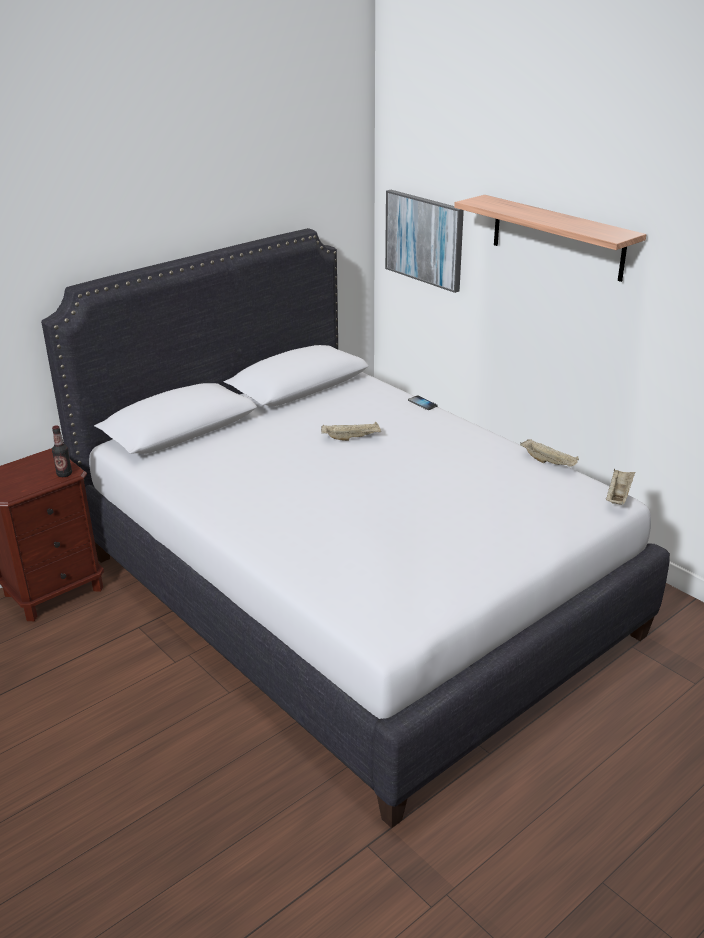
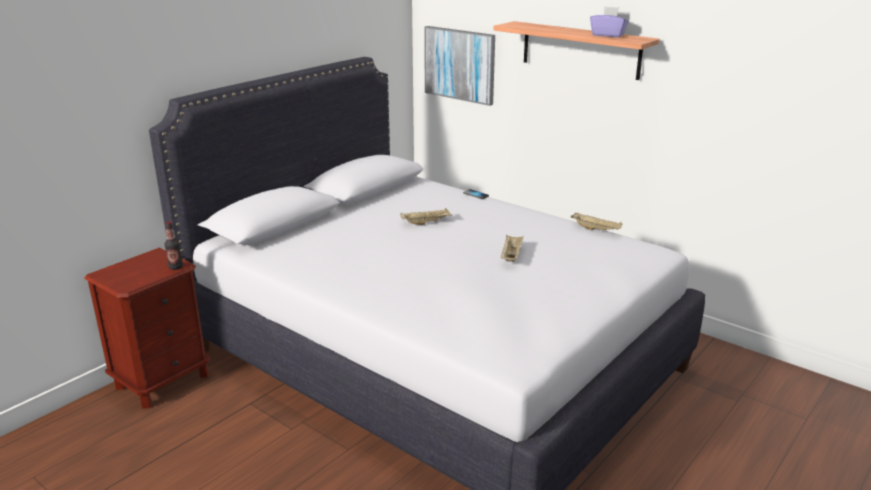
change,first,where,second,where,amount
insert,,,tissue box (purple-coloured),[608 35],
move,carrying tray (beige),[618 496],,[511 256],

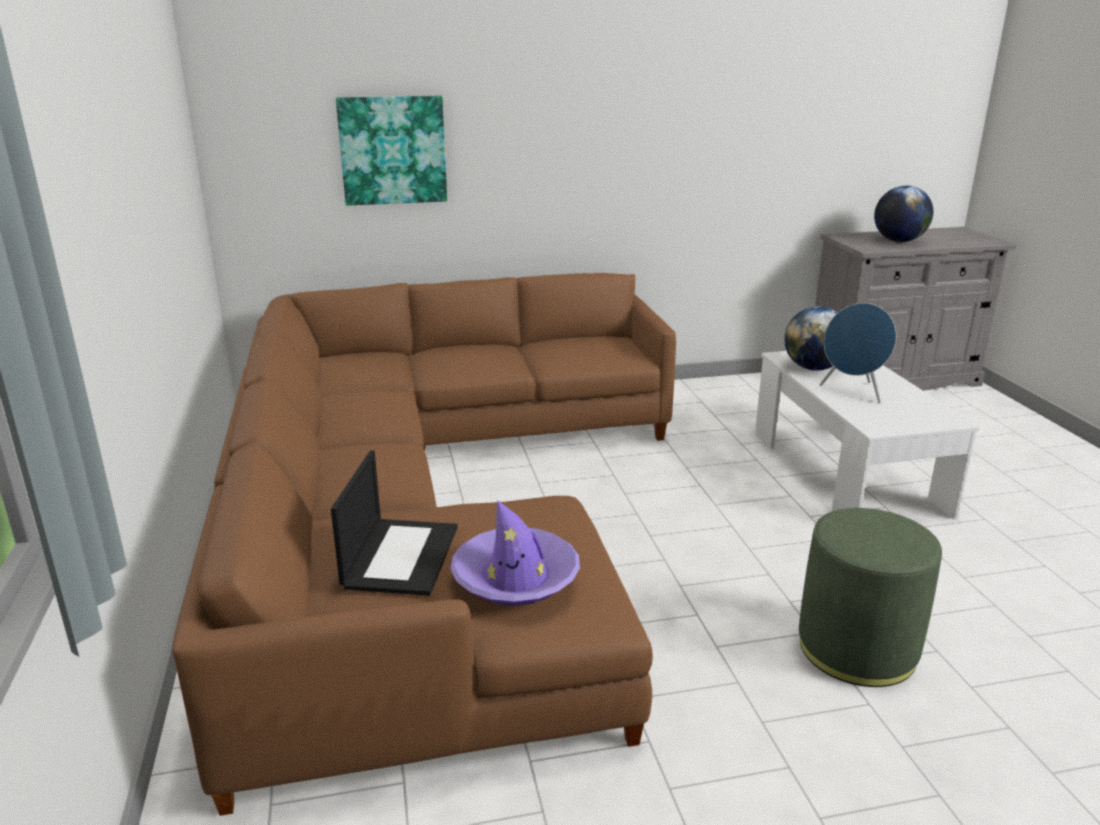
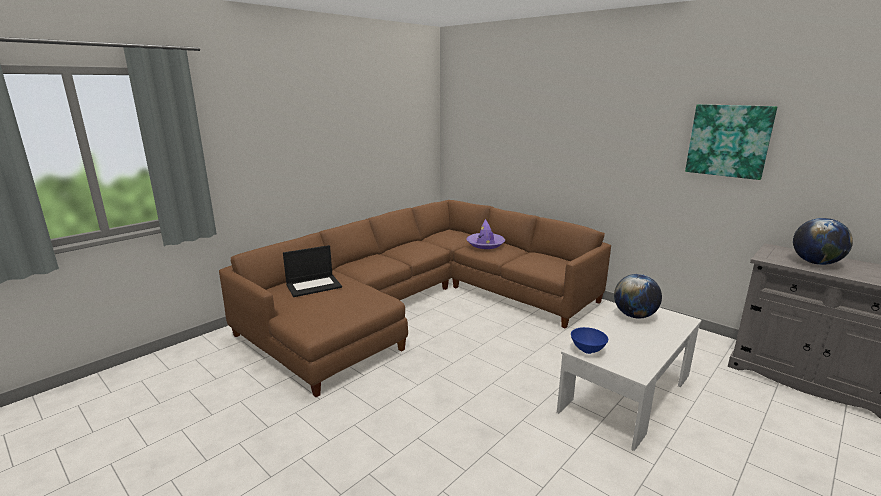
change,first,where,second,where,amount
delete,pouffe (green),[857 648],,,
delete,speaker (blue),[853 392],,,
insert,,,bowl (blue),[587 351],
move,wall picture,[393 150],,[728 141],
move,hat (purple-coloured),[516 577],,[485 244],

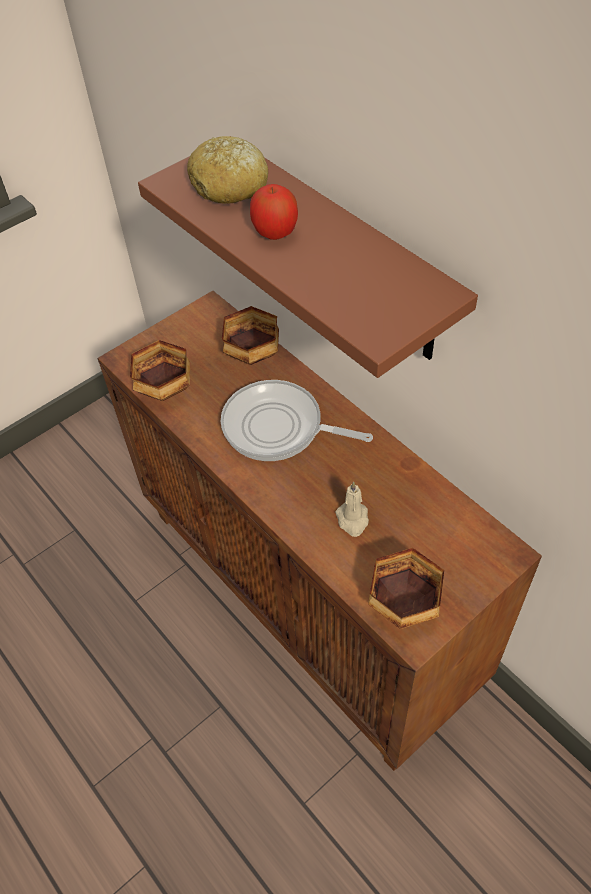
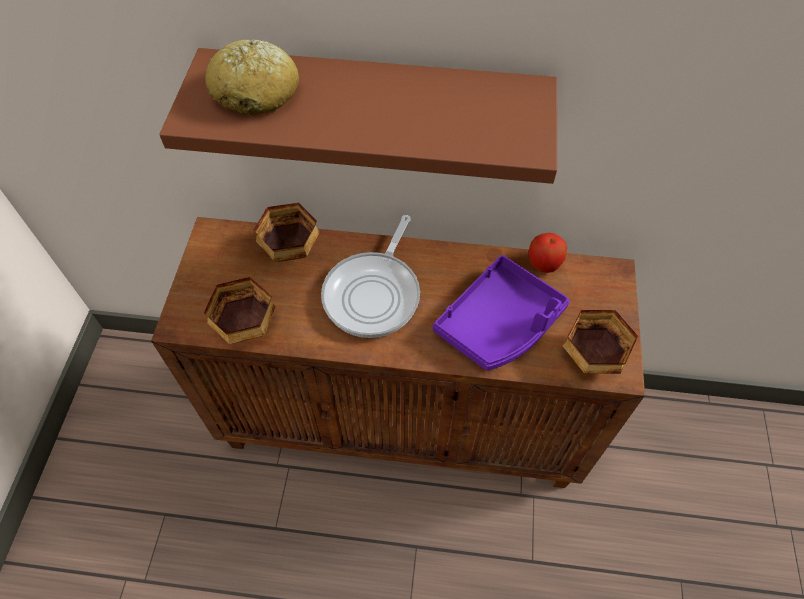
change,first,where,second,where,amount
move,whole apple,[275 232],,[544 264],
replace,candle (beige),[352 520],carrying tray (purple-coloured),[500 323],
rotate,skillet,[278 428],,[374 293],45 degrees counterclockwise

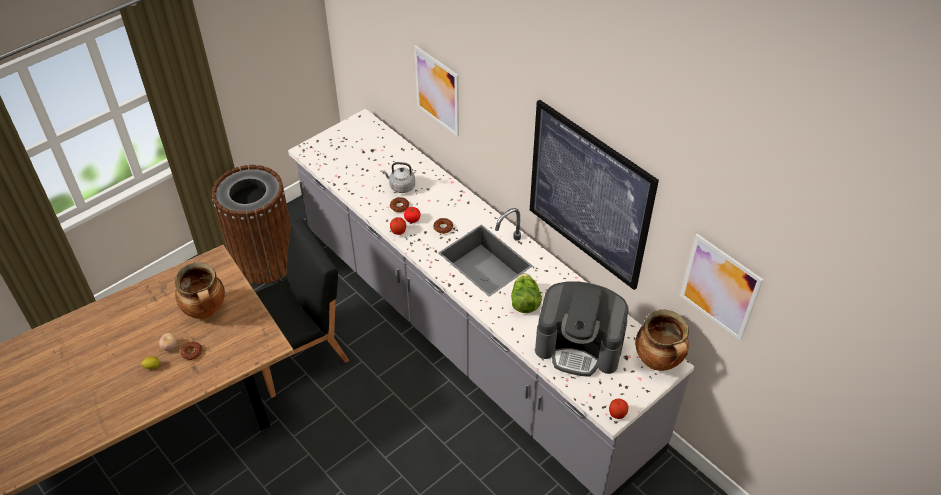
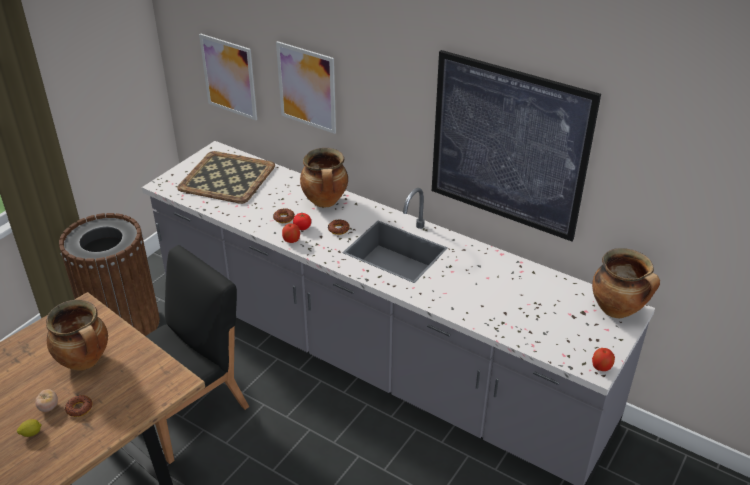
change,first,where,second,where,amount
delete,kettle (gray),[401 186],,,
delete,lettuce head,[524 302],,,
delete,coffee maker,[579 345],,,
insert,,,carrying tray,[226 178],
insert,,,cooking pot,[325 202],
move,wall picture,[720 287],,[229 77],

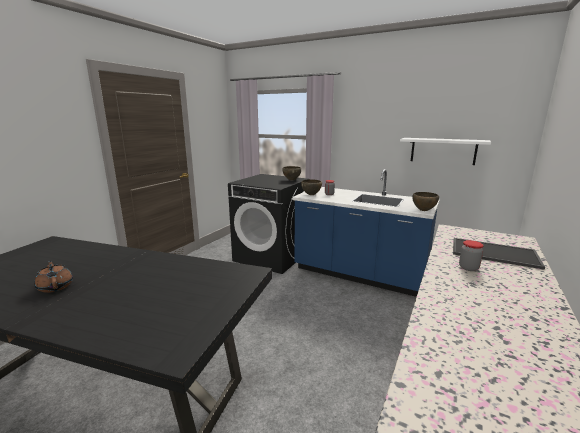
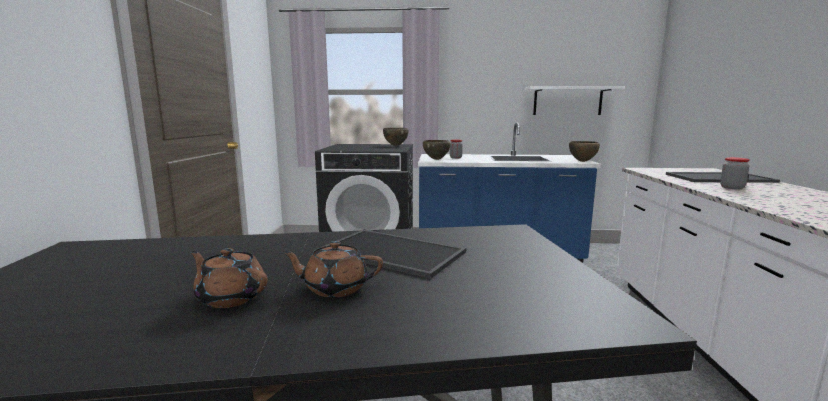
change,first,where,second,where,amount
insert,,,pot for tea (brownish),[335 288],
insert,,,carrying tray,[394 252],

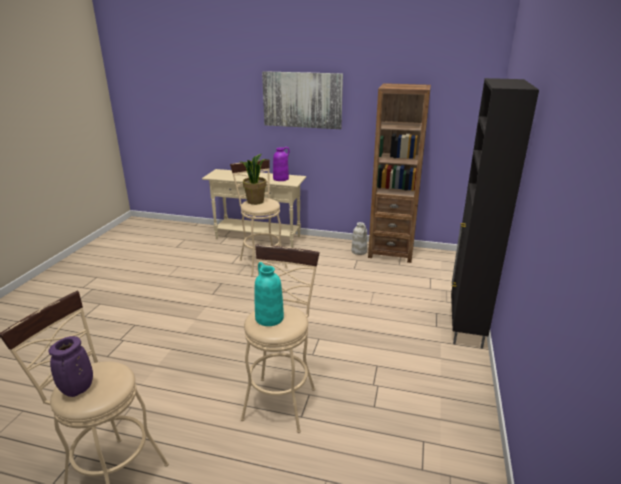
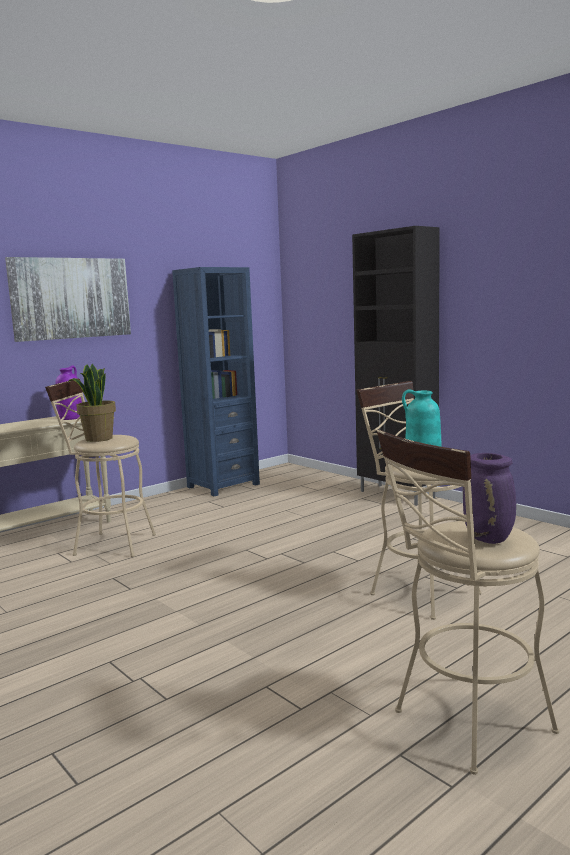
change,first,where,second,where,amount
delete,flower vase (white),[359 251],,,
recolor,bookshelf (brownish),[391 252],bookshelf (blue),[223 486],

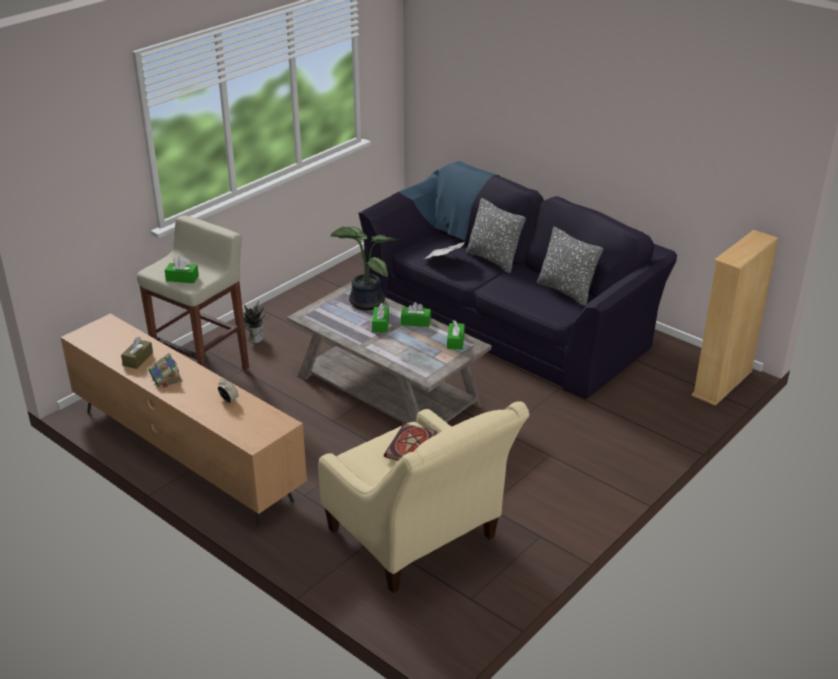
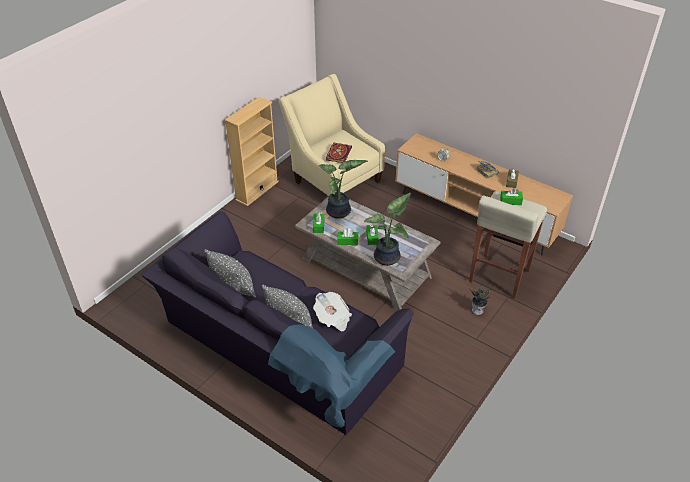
change,first,where,second,where,amount
insert,,,plant in a pot,[339 212],
move,bookshelf (beige),[722 383],,[257 190],

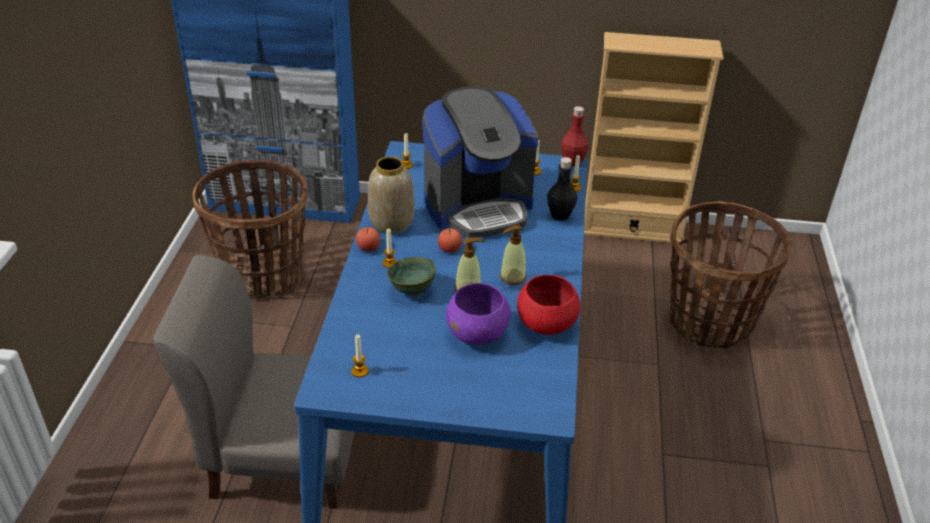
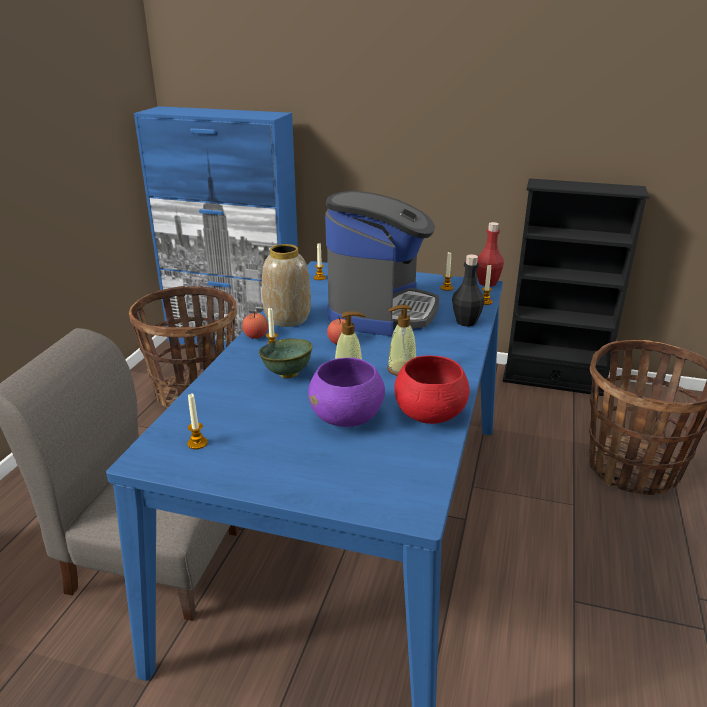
change,first,where,second,where,amount
recolor,bookshelf (beige),[631 229],bookshelf (black),[553 380],
rotate,coffee maker,[478 206],,[381 311],60 degrees counterclockwise

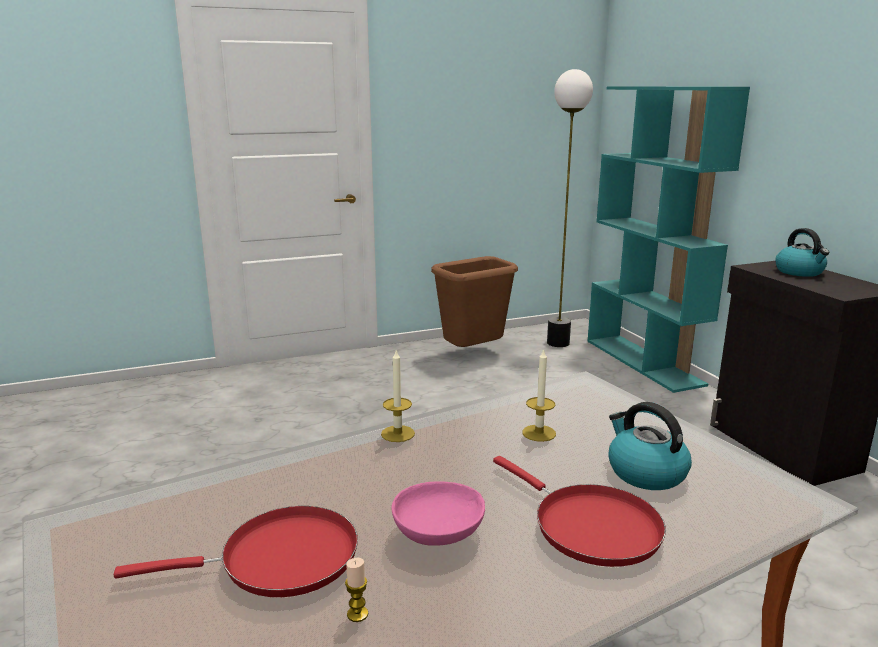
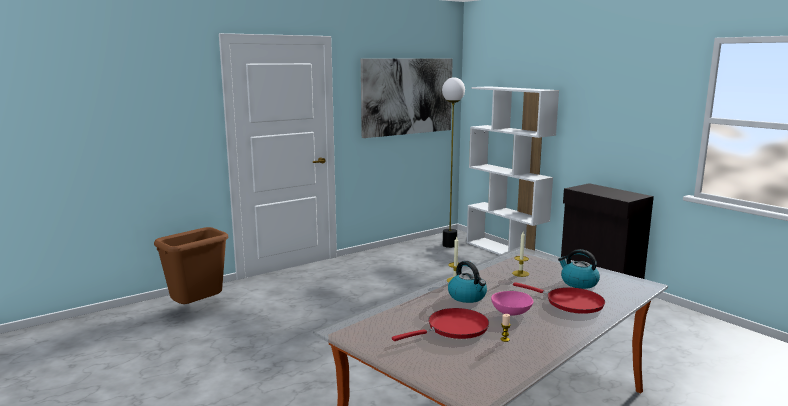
change,first,where,second,where,amount
insert,,,wall picture,[407 96],
move,waste bin (brownish),[473 354],,[198 308],
move,kettle,[800 272],,[467 297],
recolor,bookshelf (turquoise-coloured),[644 362],bookshelf (white),[505 251],

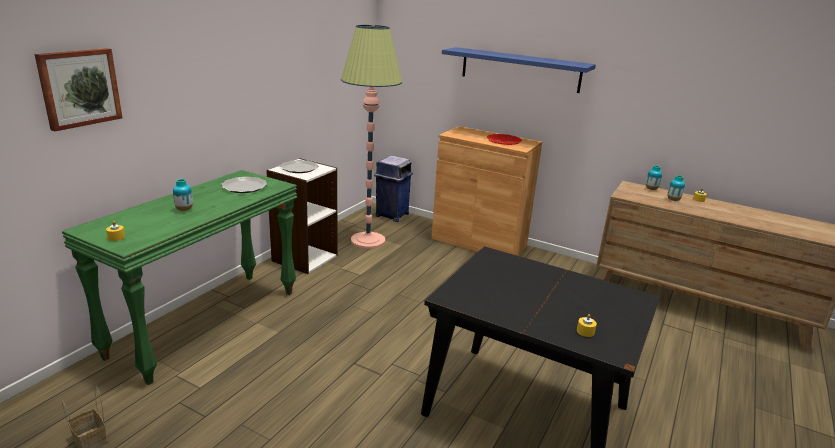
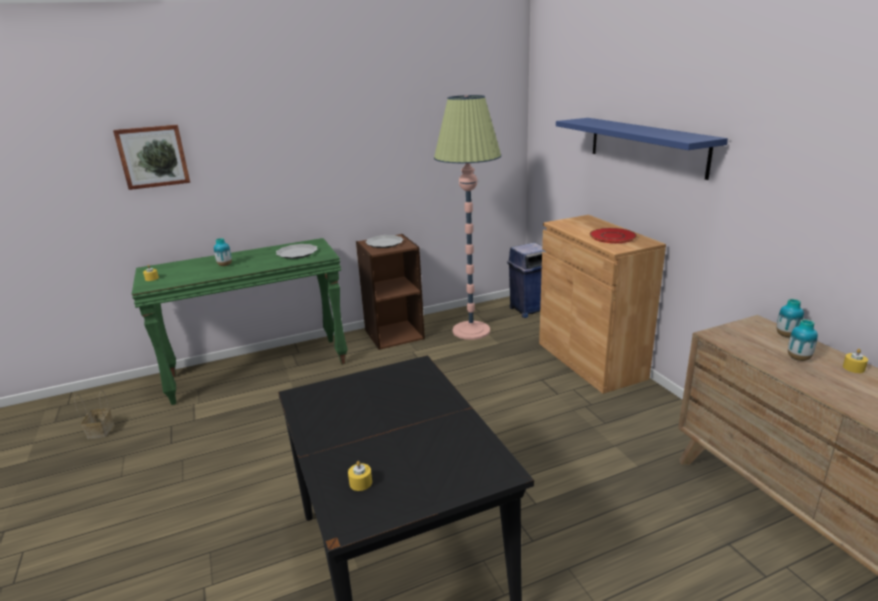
change,first,where,second,where,amount
recolor,bookshelf (white),[304 258],bookshelf (brownish),[394 334],

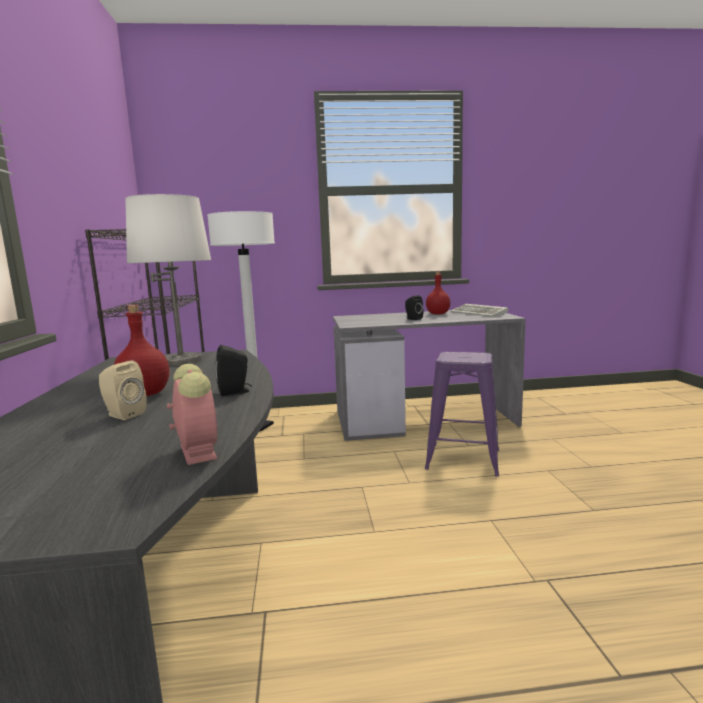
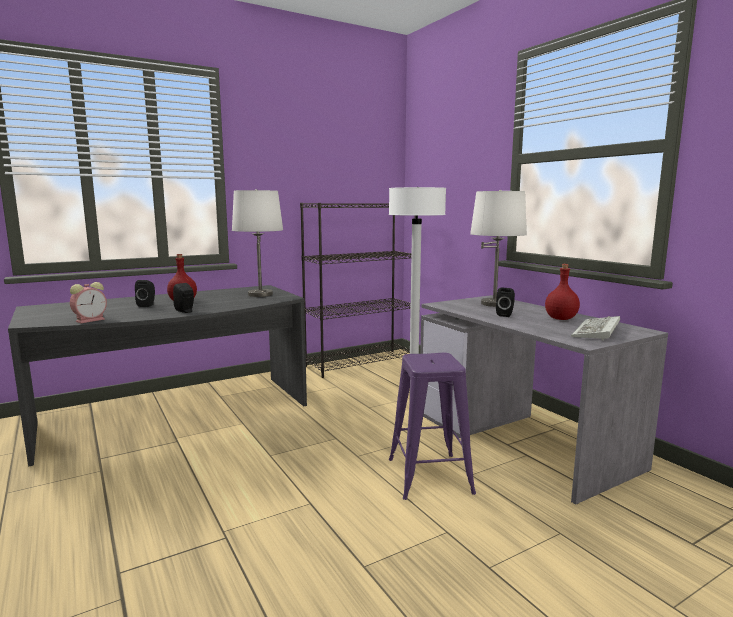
change,first,where,second,where,amount
insert,,,tabletop lamp (white),[494 304],
recolor,speaker (beige),[123 415],speaker (black),[147 305],

